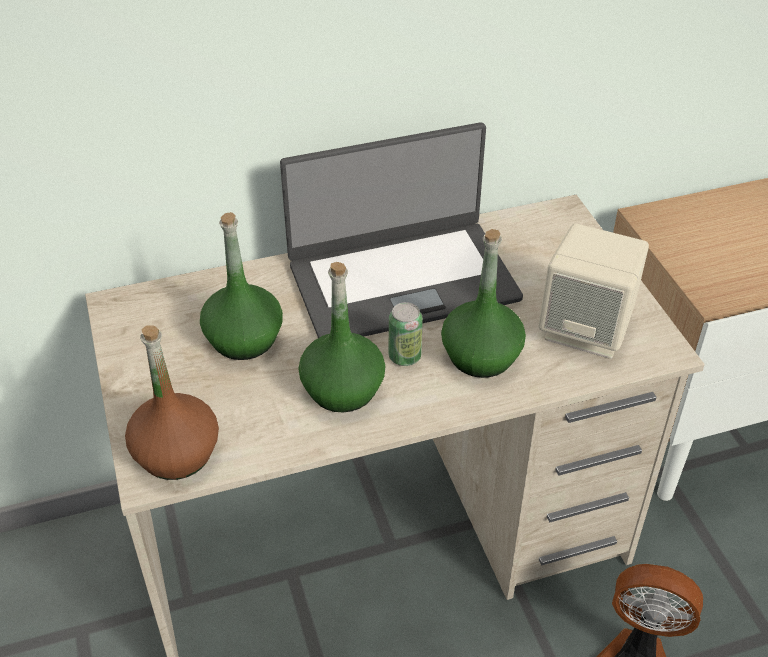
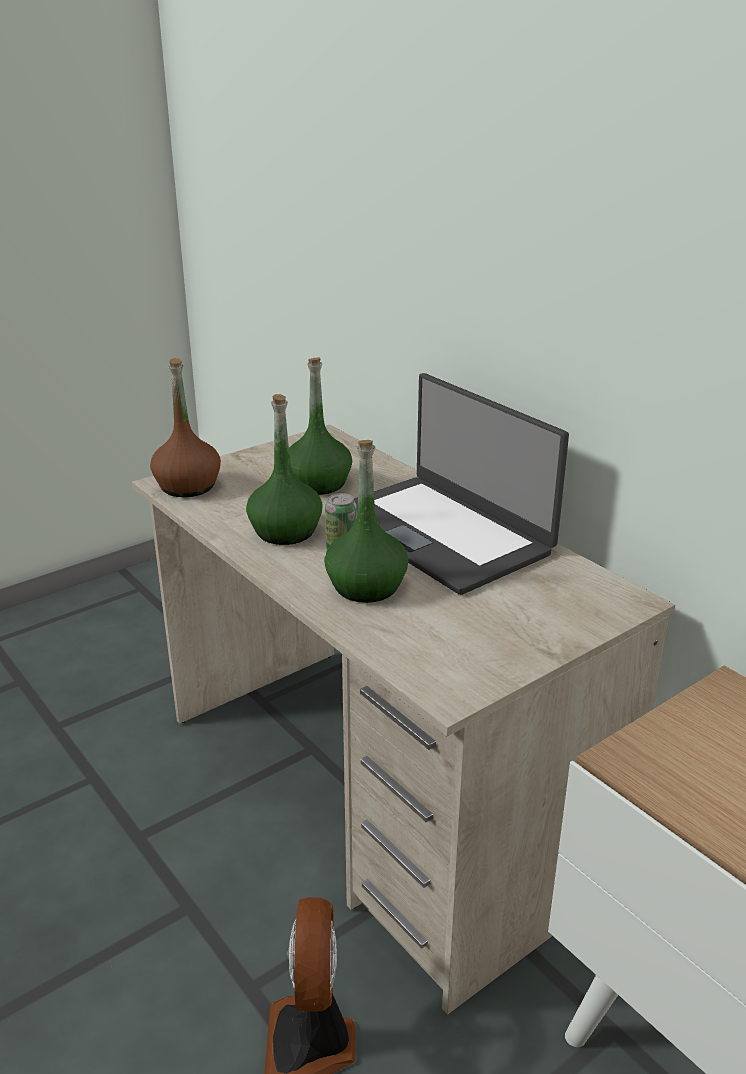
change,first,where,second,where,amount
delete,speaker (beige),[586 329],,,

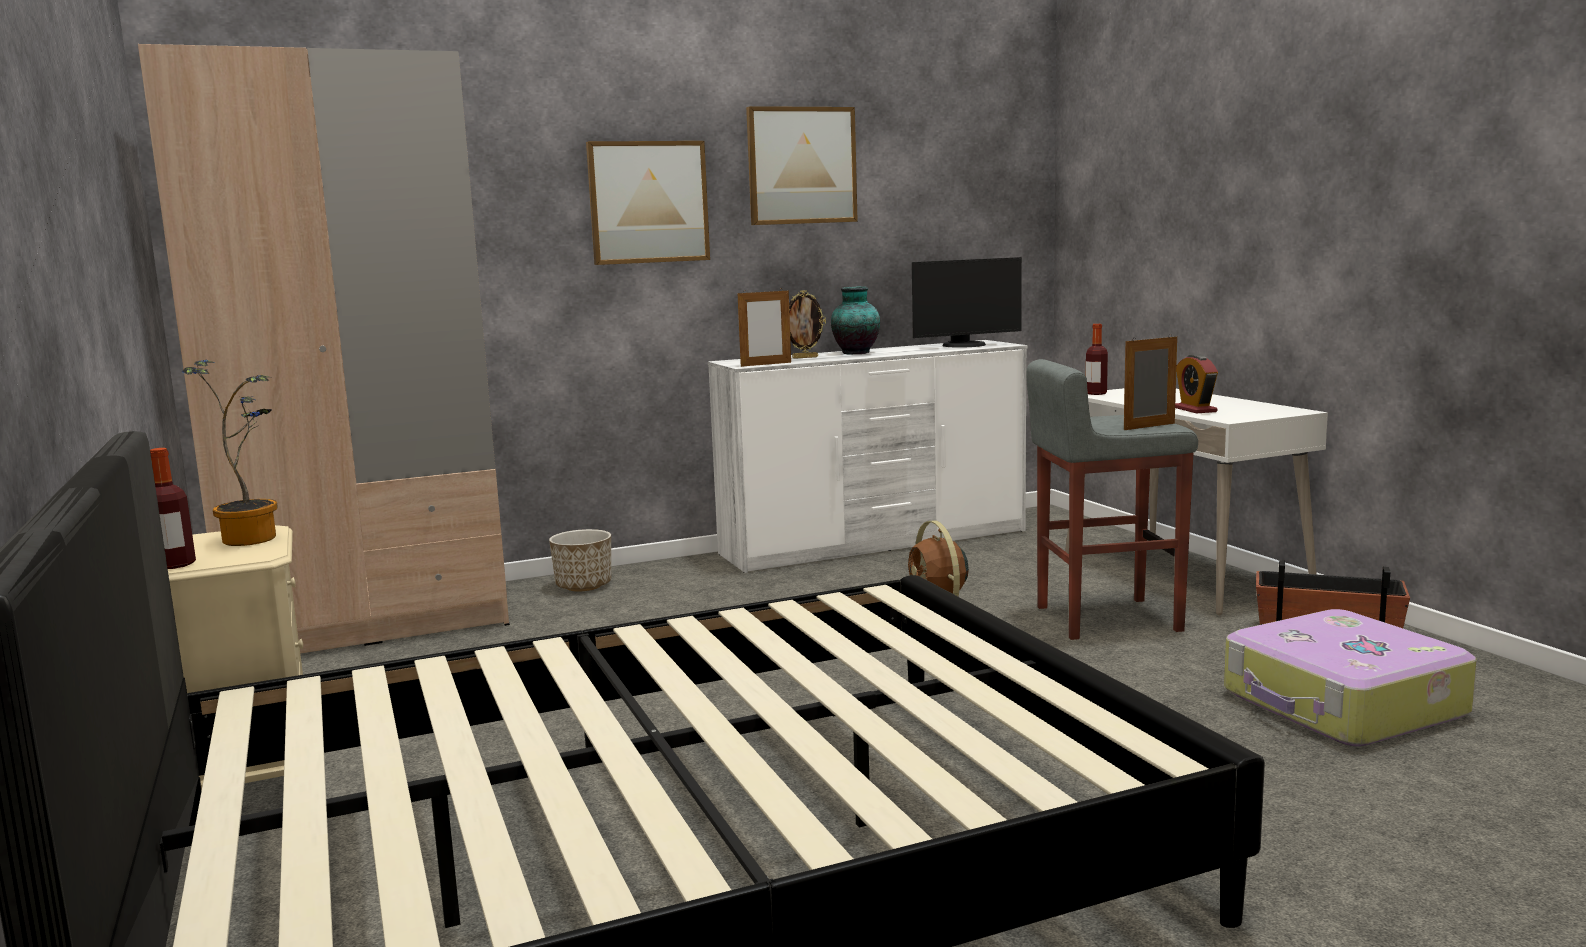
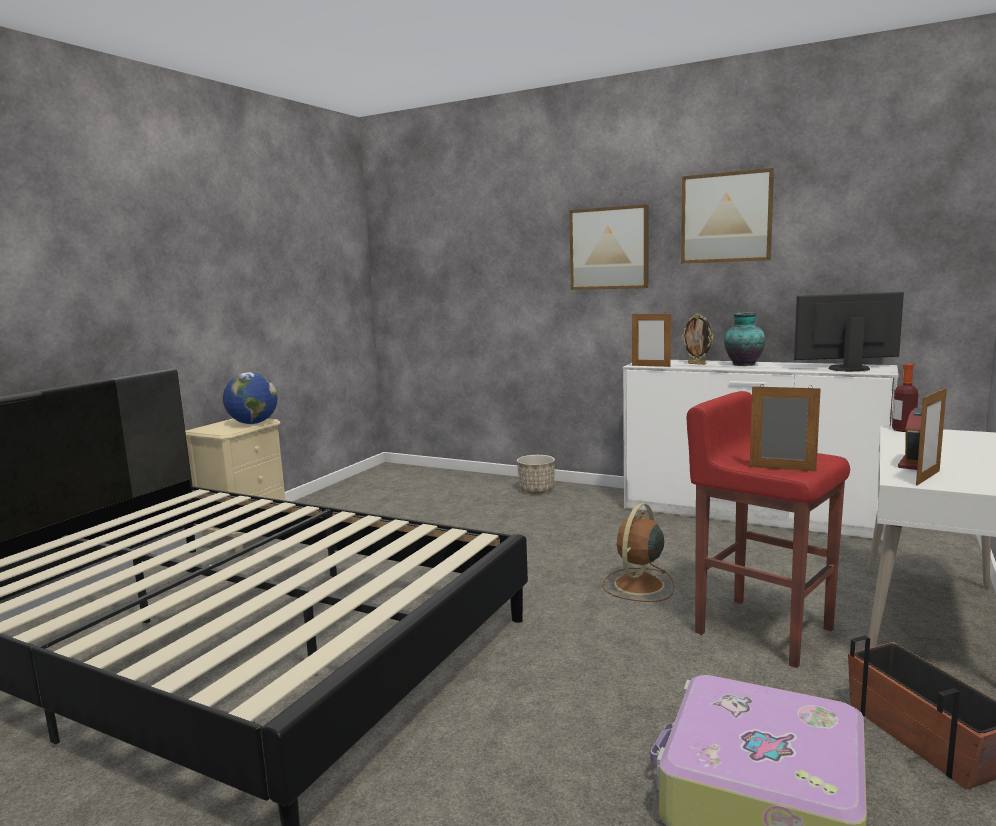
change,first,where,second,where,amount
delete,wardrobe (beige),[370 624],,,
delete,drink bottle,[175 565],,,
insert,,,picture frame,[927 478],
replace,plant in a pot,[253 537],globe,[253 423],
recolor,stool (gray),[1104 618],stool (reddish),[762 629],
rotate,computer display,[965 345],,[847 368],150 degrees clockwise

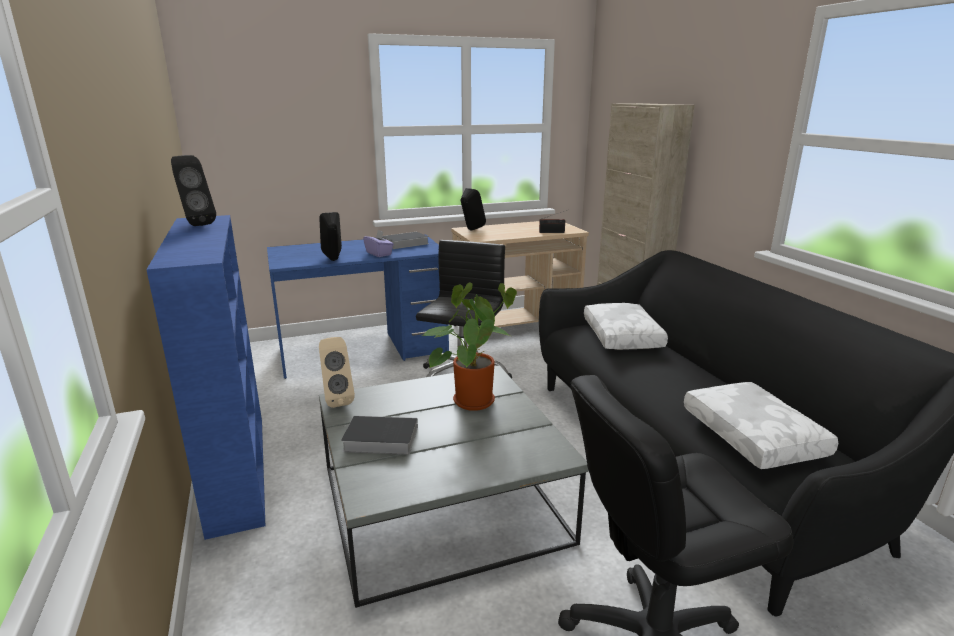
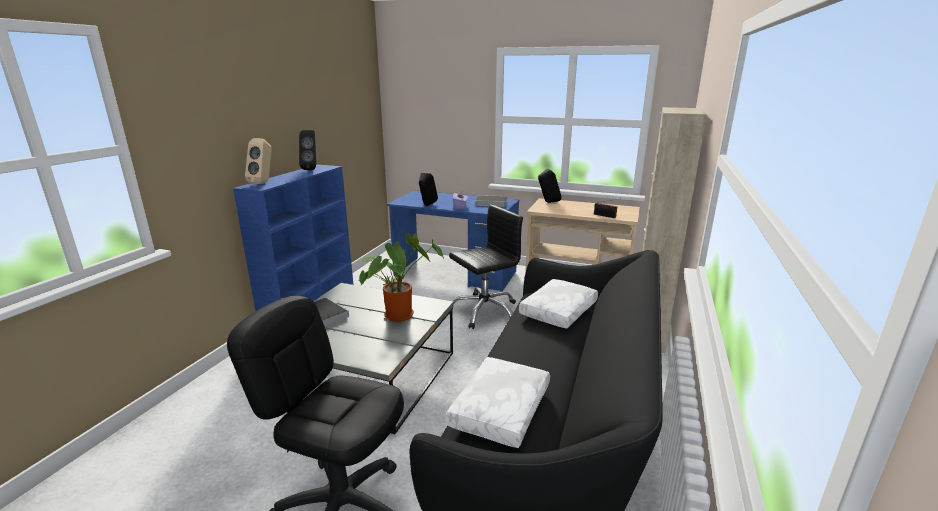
change,first,where,second,where,amount
move,speaker (beige),[337 400],,[263 183],

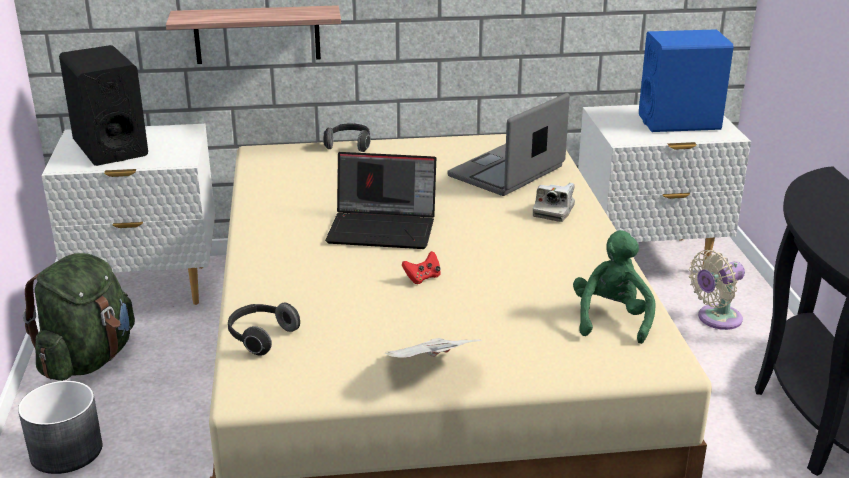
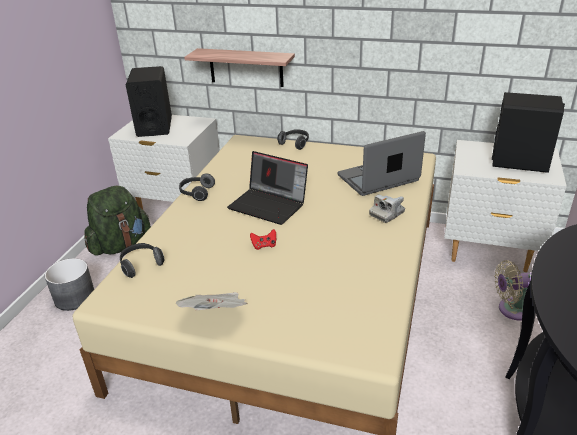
change,first,where,second,where,amount
delete,soft toy (green),[611 319],,,
insert,,,headset,[196 193],
recolor,speaker (blue),[679 122],speaker (black),[520 162],

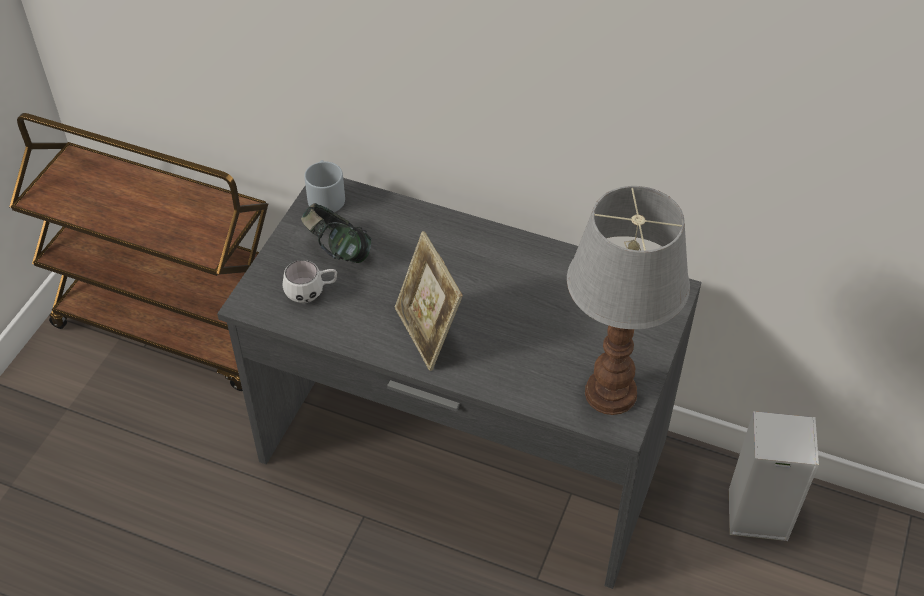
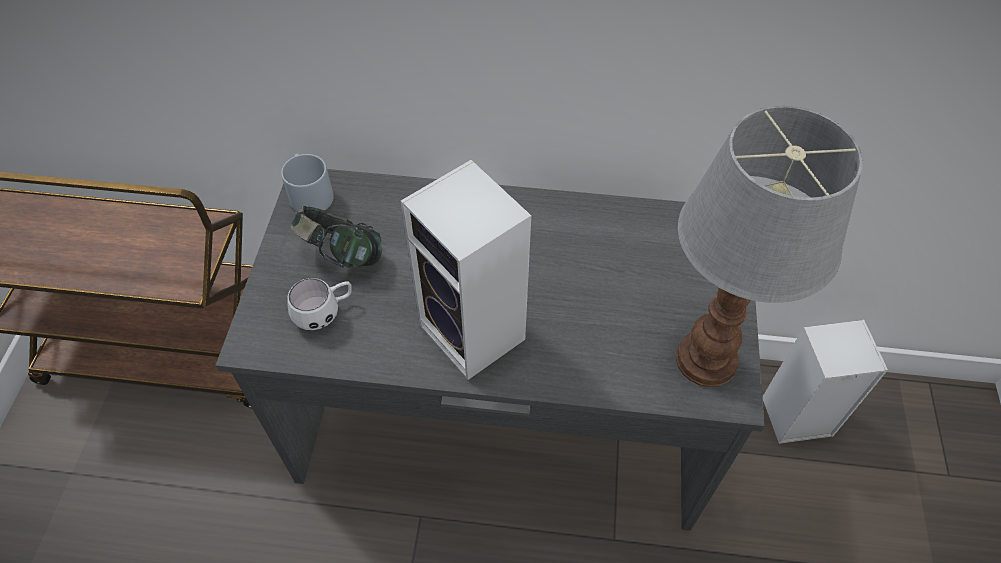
change,first,where,second,where,amount
replace,picture frame,[428 334],speaker,[476 334],

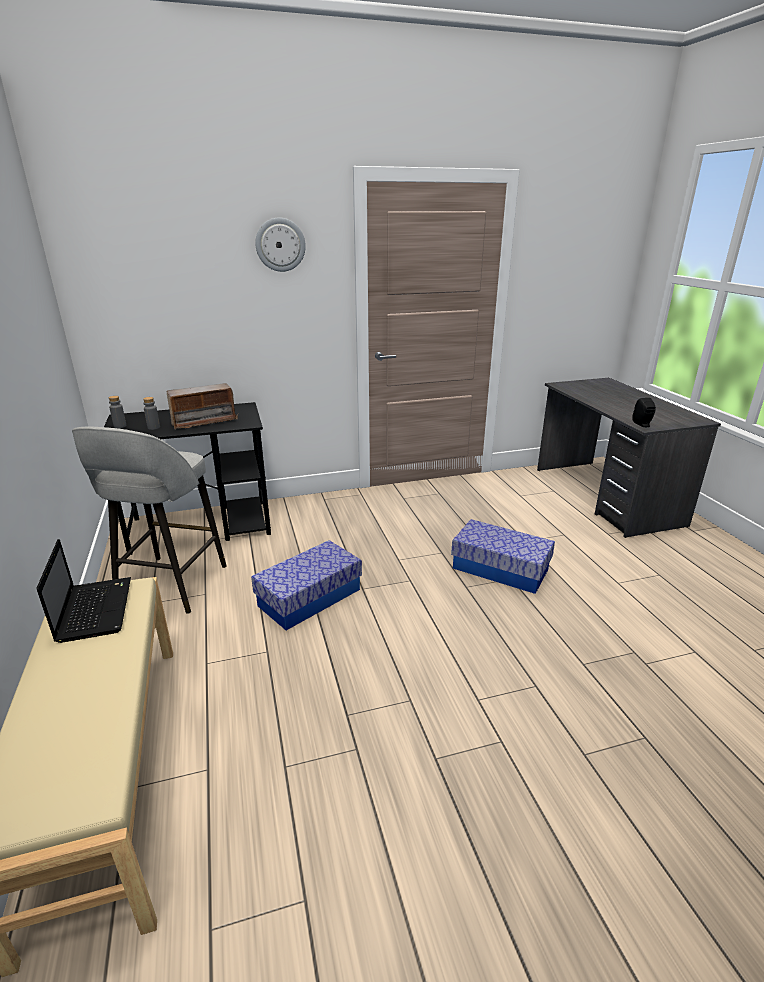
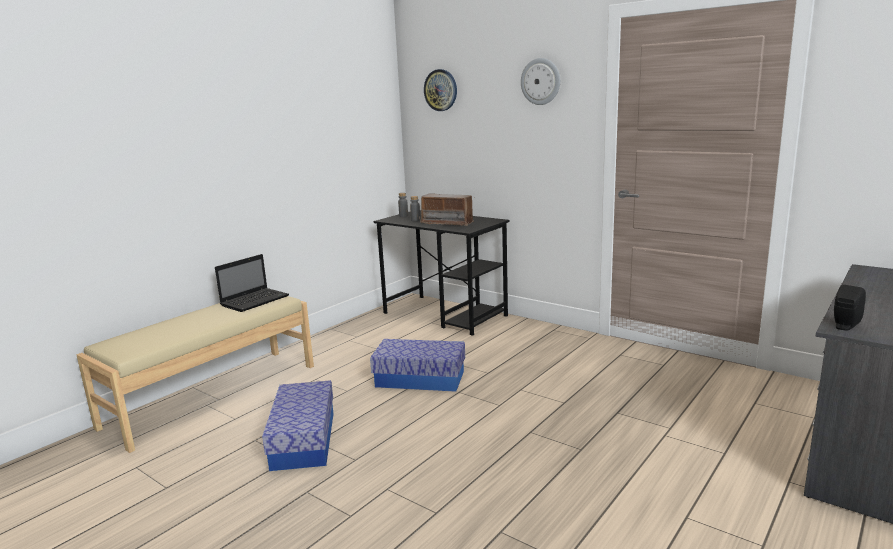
change,first,where,second,where,amount
delete,stool (gray),[170 586],,,
insert,,,clock on the wall,[441 90],
move,storage box,[500 569],,[304 440],

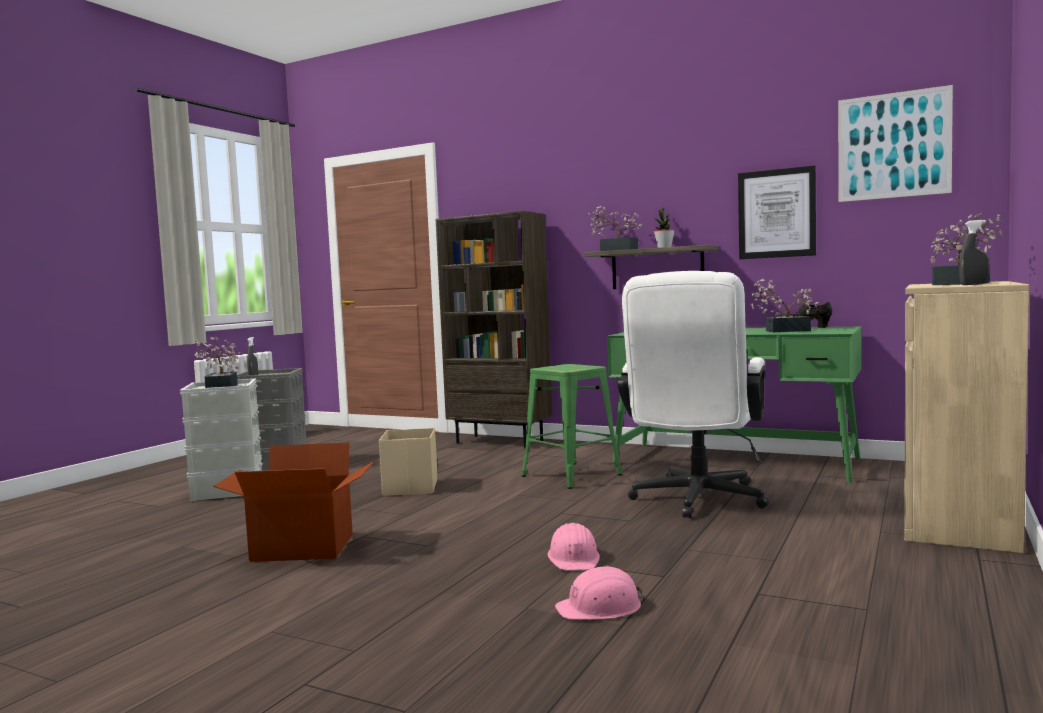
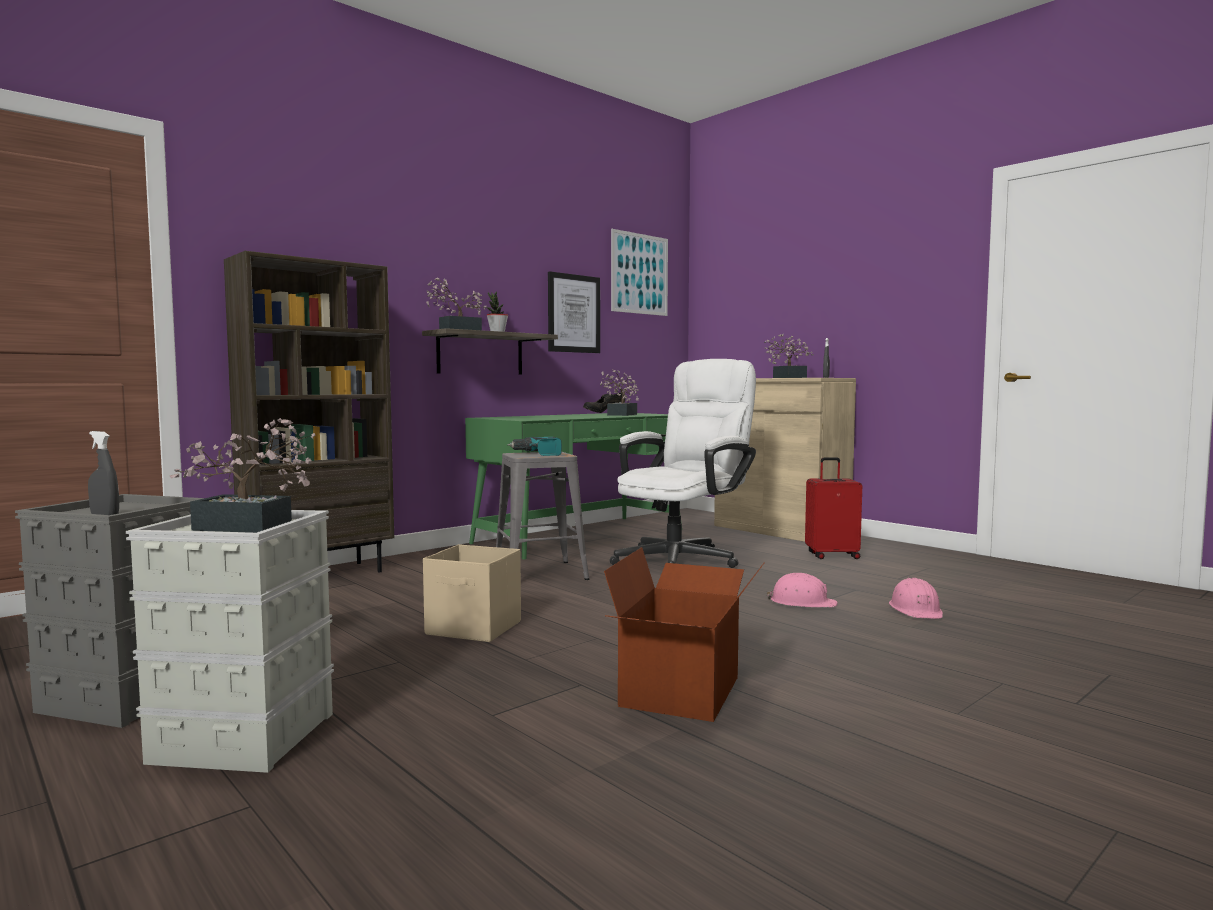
change,first,where,second,where,amount
insert,,,electric drill,[538 454],
insert,,,travel case (reddish),[832 555],
recolor,stool (green),[572 475],stool (gray),[539 573],
rotate,desk chair (white),[696 501],,[683 559],90 degrees counterclockwise

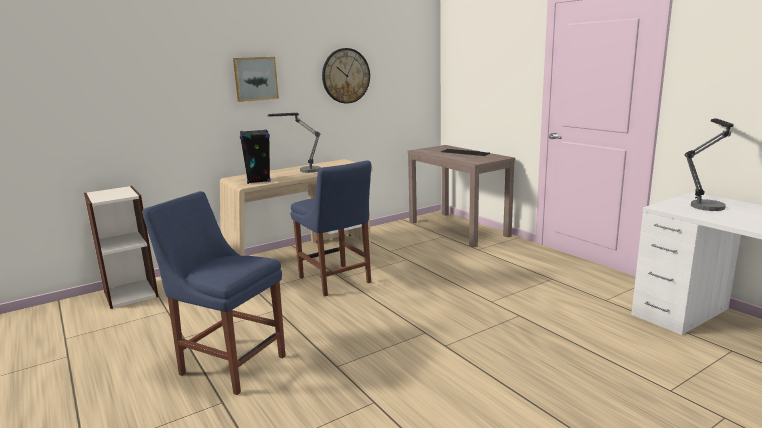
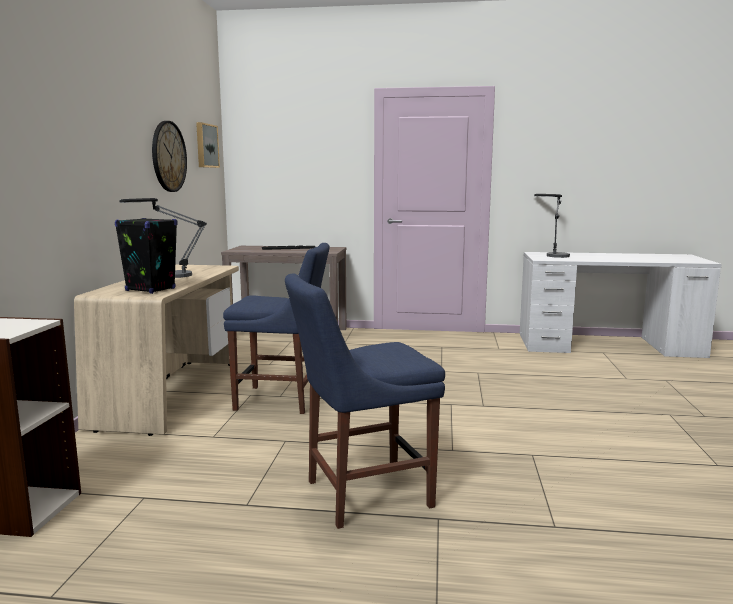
change,first,where,second,where,amount
move,wall picture,[255 78],,[206 146],

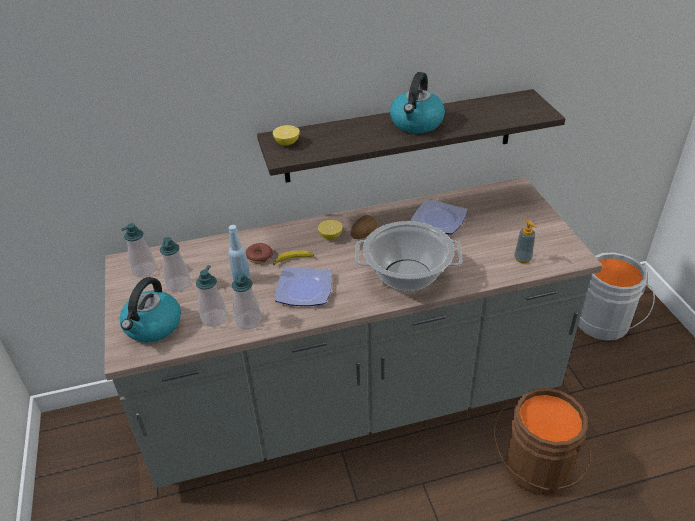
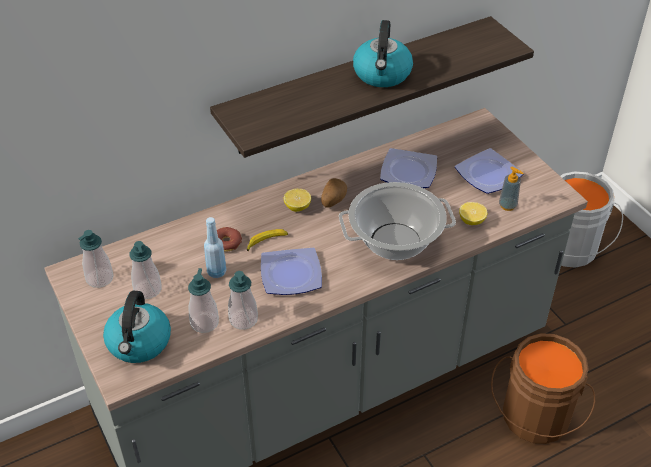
change,first,where,second,where,amount
insert,,,dinner plate,[488 174],
move,whole lemon,[287 143],,[471 221],

